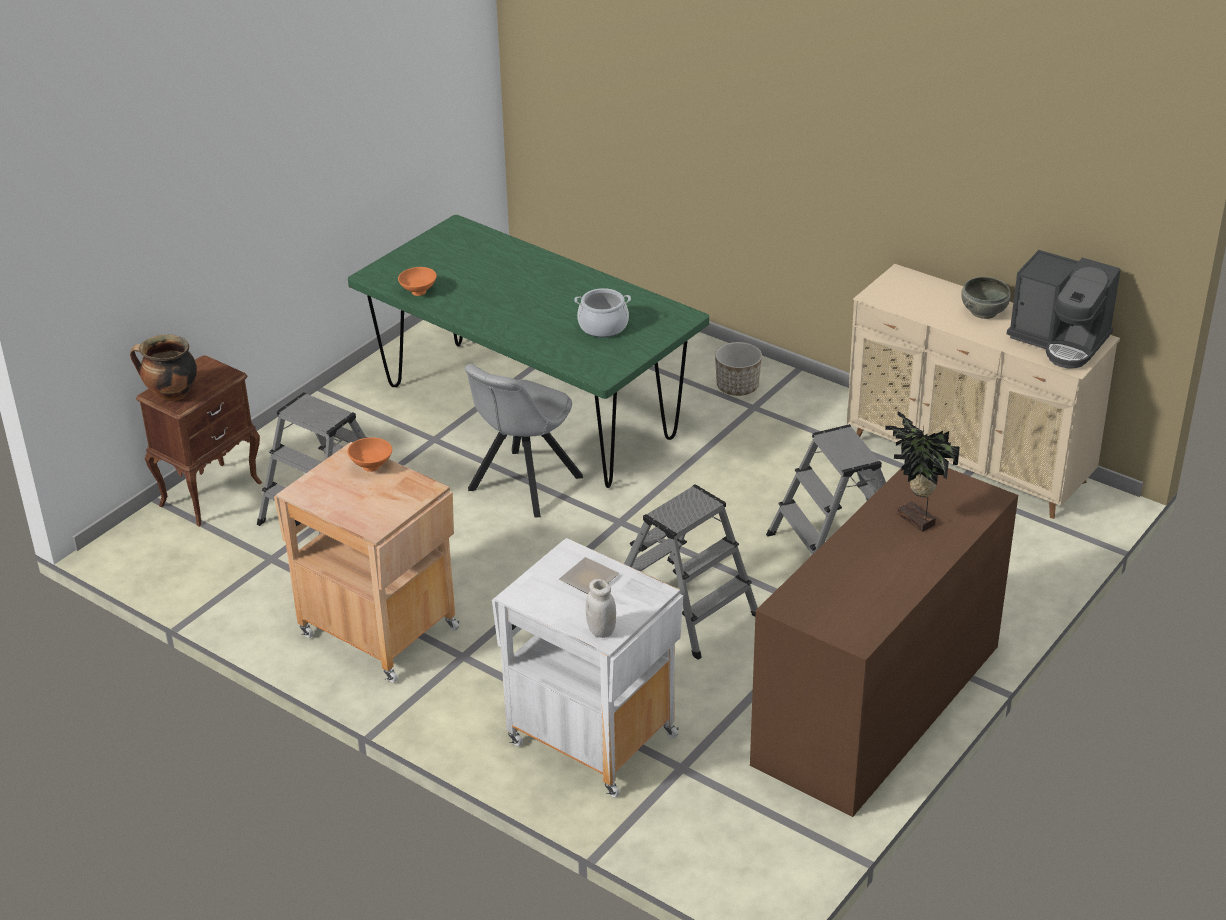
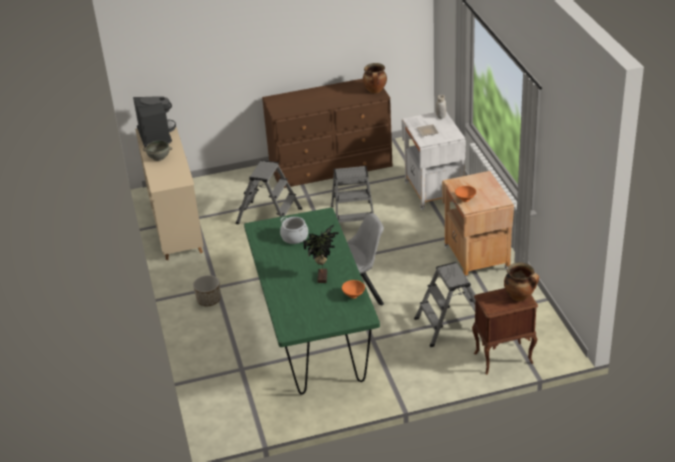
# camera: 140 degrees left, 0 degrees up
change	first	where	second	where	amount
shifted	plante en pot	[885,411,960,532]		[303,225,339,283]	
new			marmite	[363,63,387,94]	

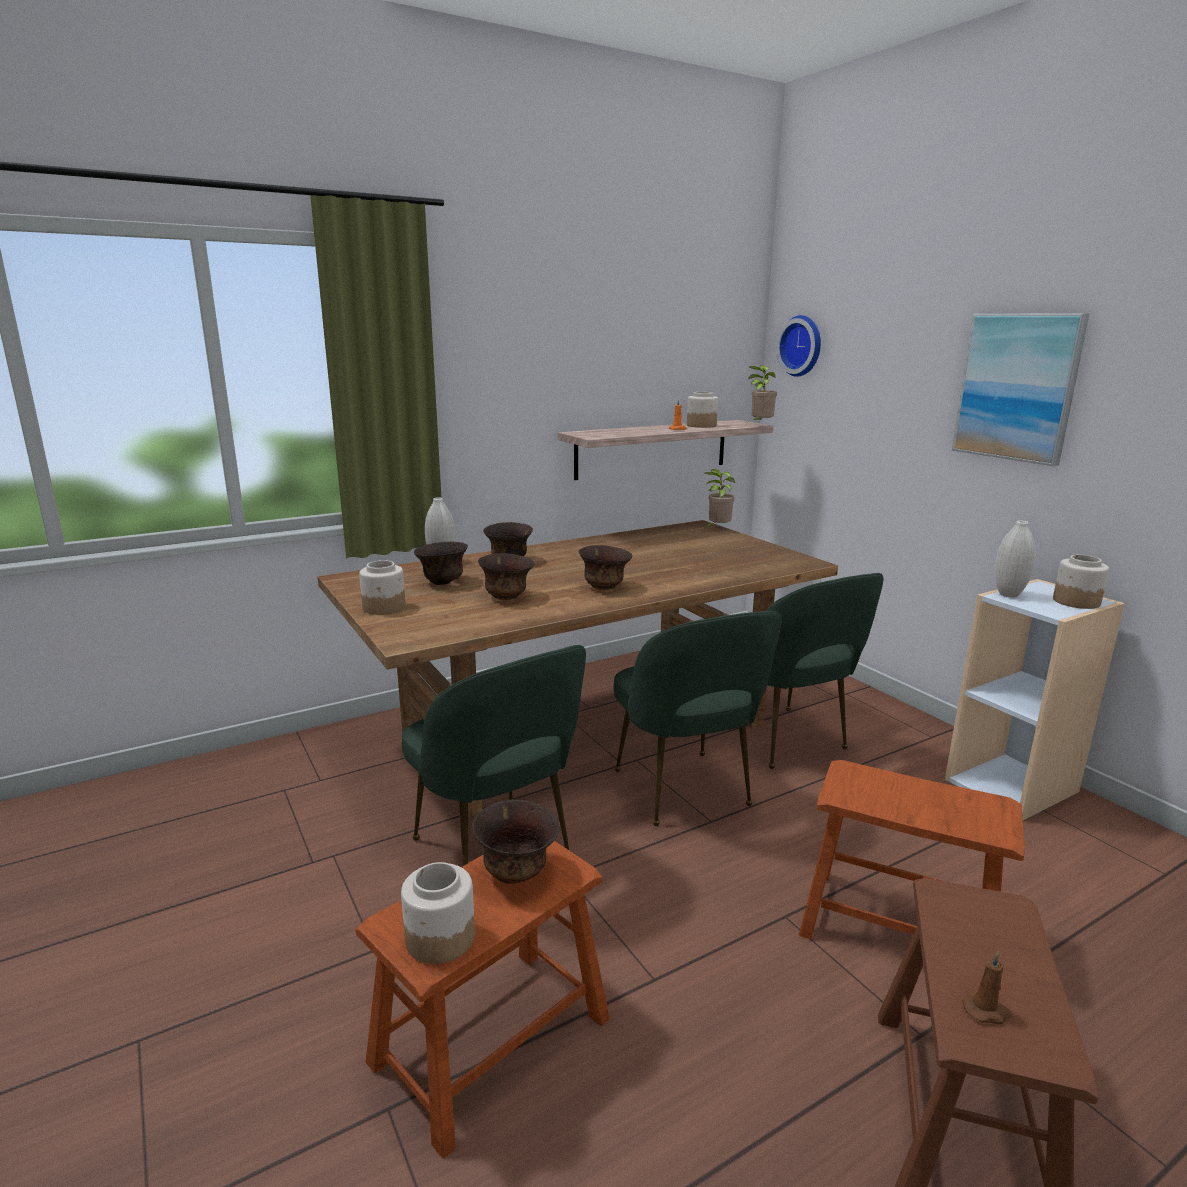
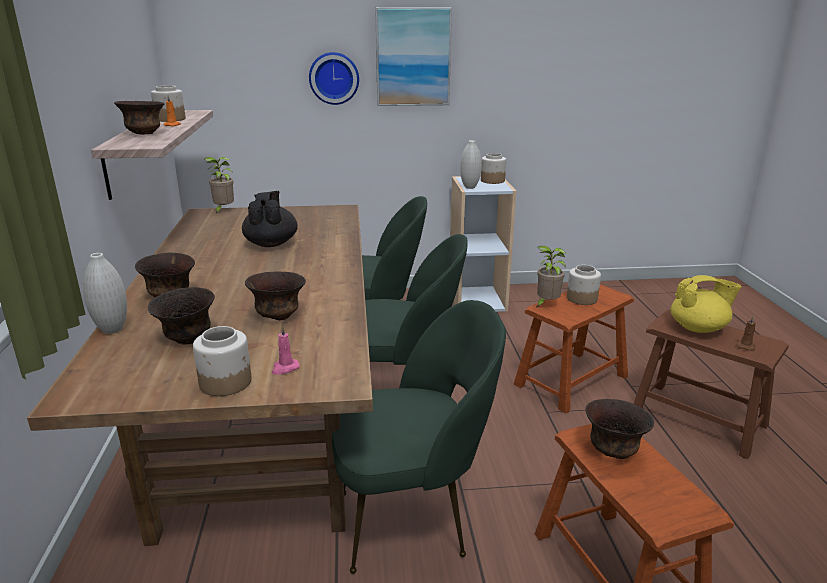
# camera: 65 degrees left, 5 degrees up
change	first	where	second	where	amount
shifted	bol [marron]	[579,545,632,590]		[114,101,165,135]	
new			théière [noir]	[242,191,298,247]	
new			bougie [rose]	[272,326,300,375]	
shifted	horloge murale	[776,315,821,377]		[309,52,359,105]	
shifted	plante en pot	[748,365,777,421]		[536,246,566,308]	
shifted	bocal	[401,862,475,964]		[567,265,601,305]	
new			théière [jaune]	[671,275,741,333]	

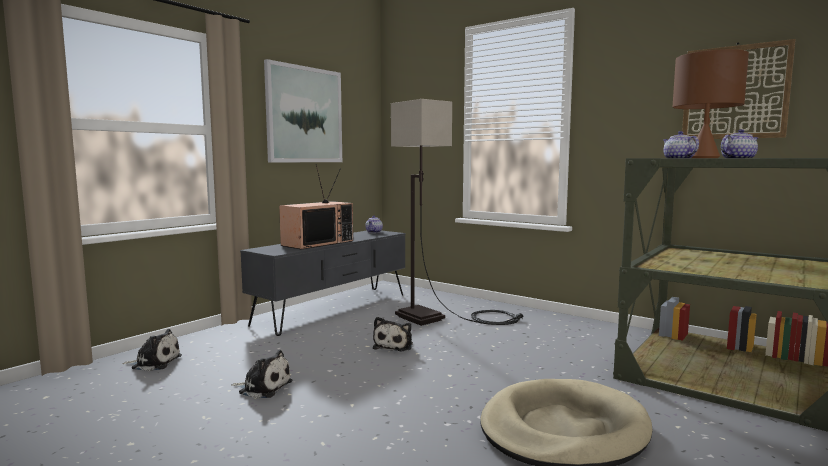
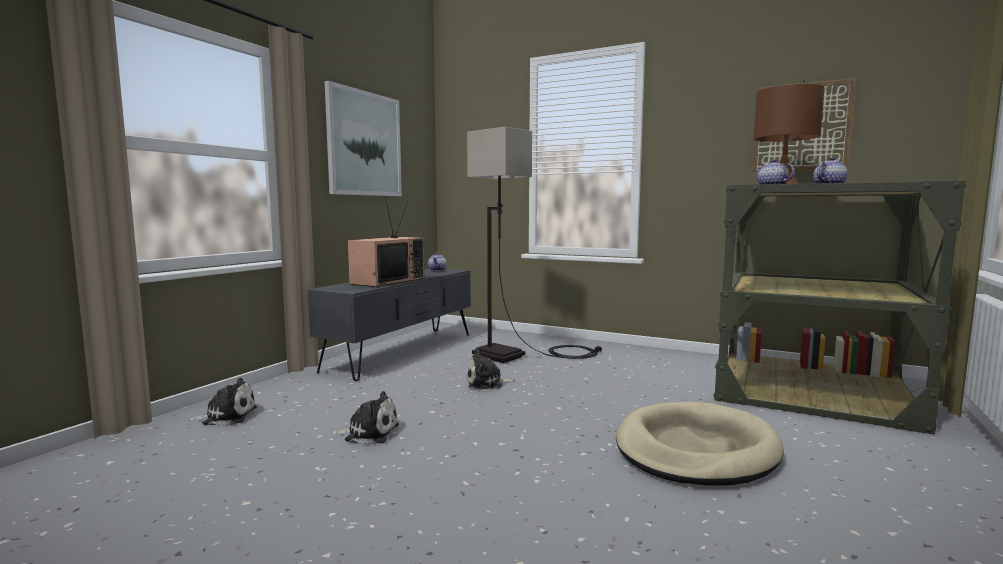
# camera: 10 degrees left, 0 degrees up
change	first	where	second	where	amount
rotated	peluche	[373,317,413,352]		[467,348,515,389]	75 degrees clockwise

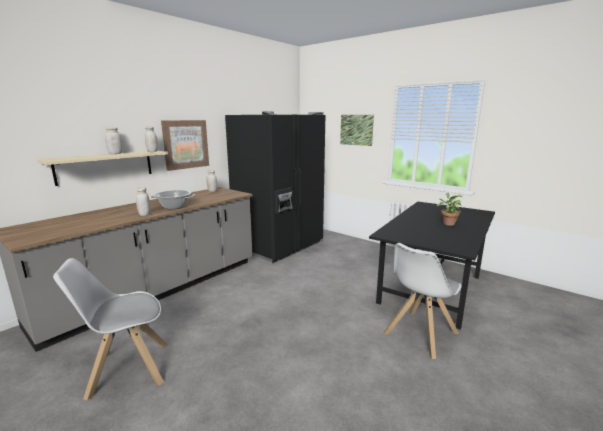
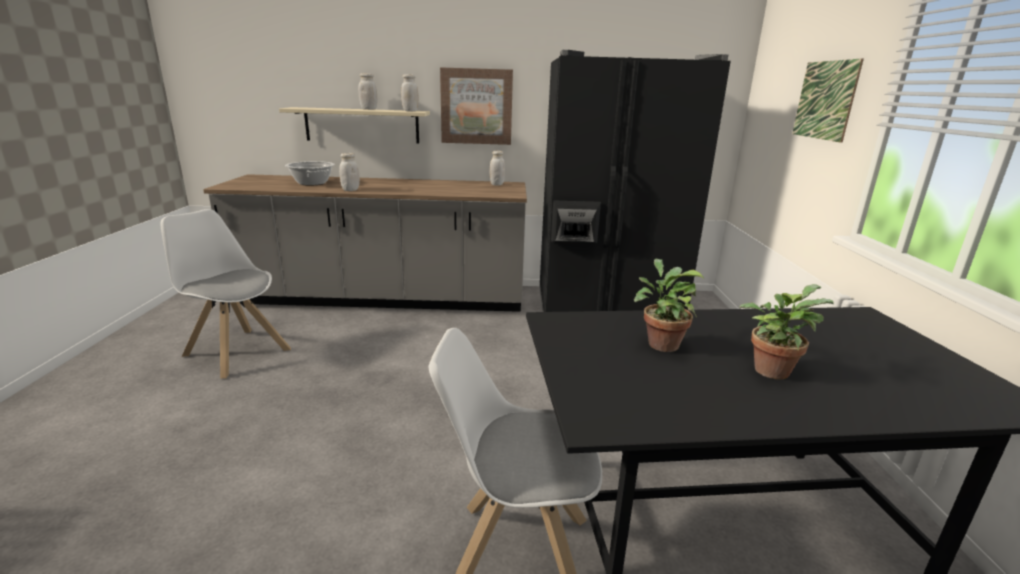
# camera: 50 degrees right, 5 degrees up
change	first	where	second	where	amount
shifted	marmite	[151,190,195,209]		[285,161,335,186]	
new			plante en pot	[634,259,704,352]	

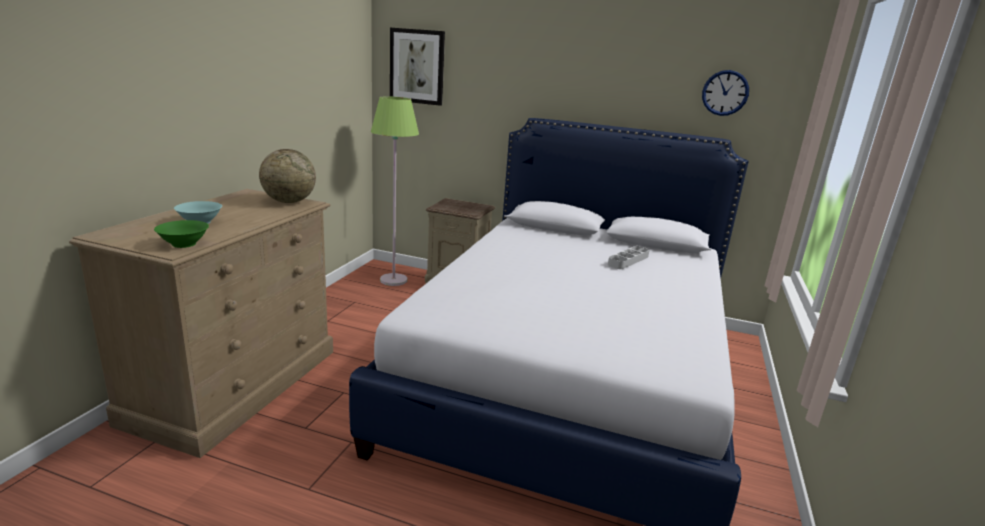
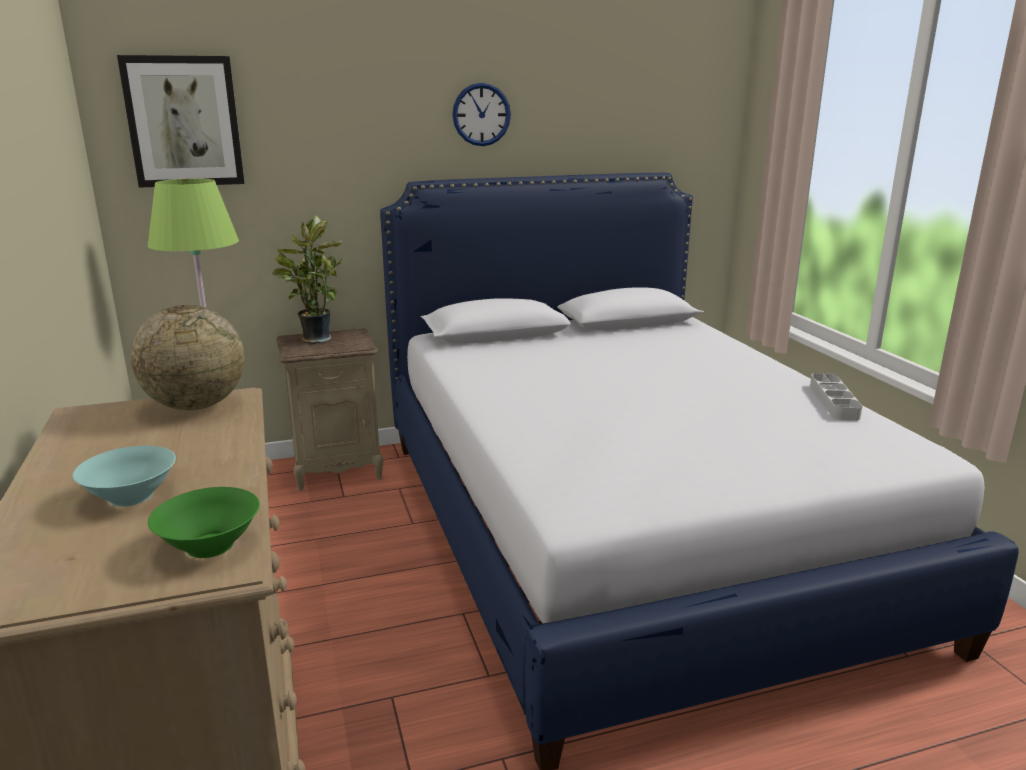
# camera: 35 degrees left, 0 degrees up
change	first	where	second	where	amount
new			plante en pot	[272,216,344,344]	
shifted	horloge murale	[702,70,749,116]		[452,83,511,146]	
shifted	plateau [gris]	[608,246,649,269]		[810,373,863,421]	

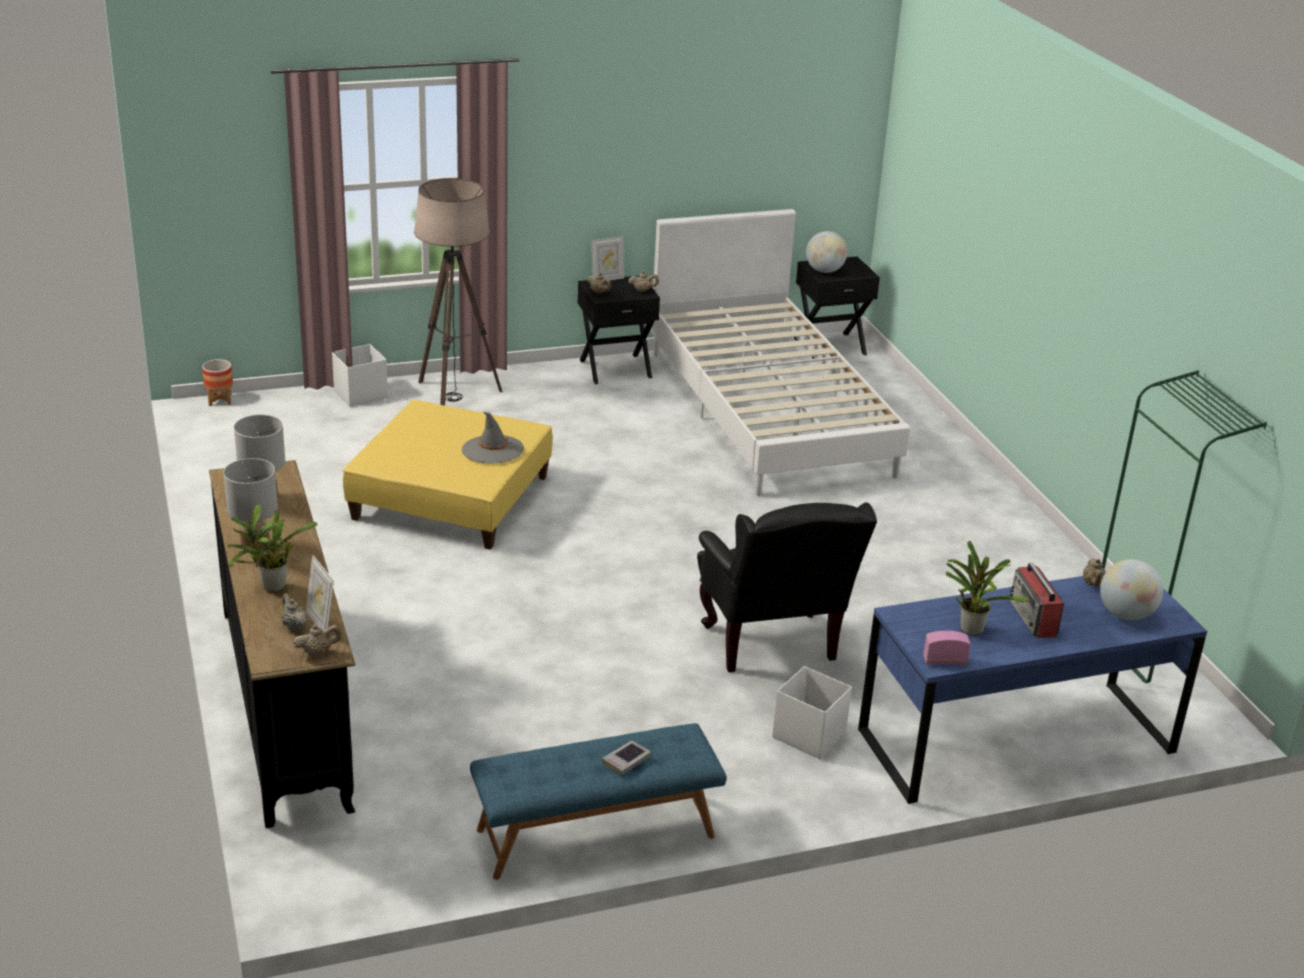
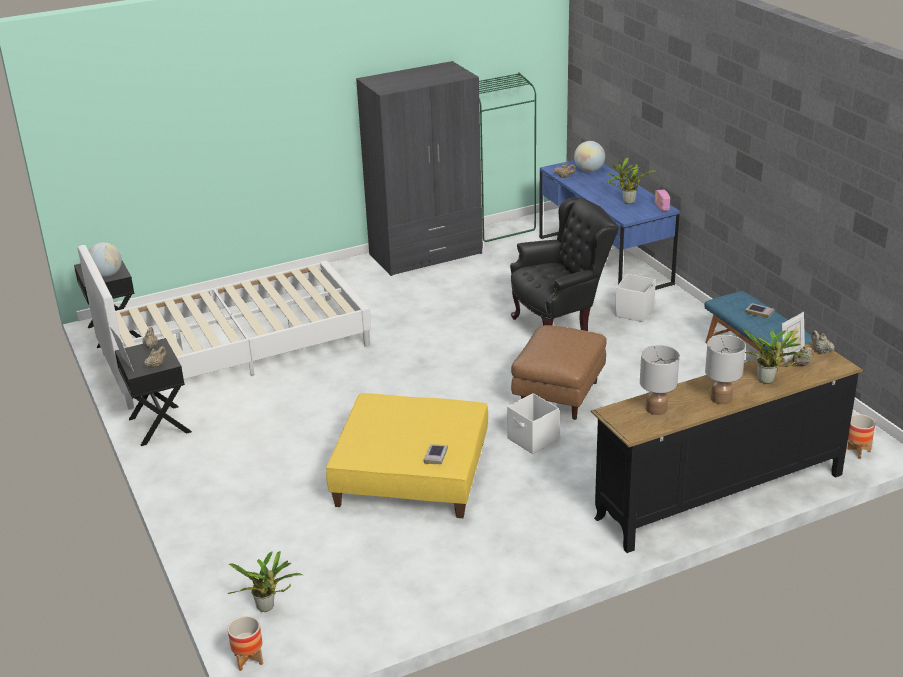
# camera: 95 degrees left, 0 degrees up
change	first	where	second	where	amount
new			plante en pot	[228,551,303,612]	
new			armoire [gris]	[356,61,483,276]	
new			livre	[424,444,448,464]	
shifted	boîte de rangement [blanc]	[332,344,388,407]		[507,393,559,454]	
new			pouf [marron]	[511,325,607,420]	
new			cache-pot	[846,414,875,459]	
gone	lampadaire	[414,178,502,406]			
gone	chapeau [gris]	[462,412,524,464]			
gone	radio	[1010,563,1064,638]			

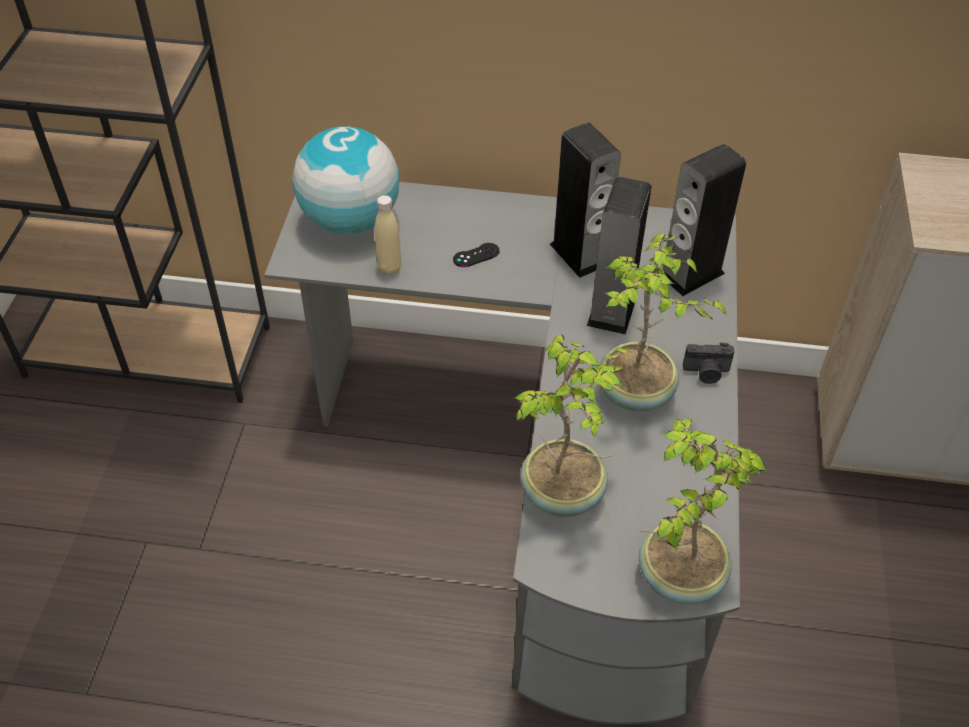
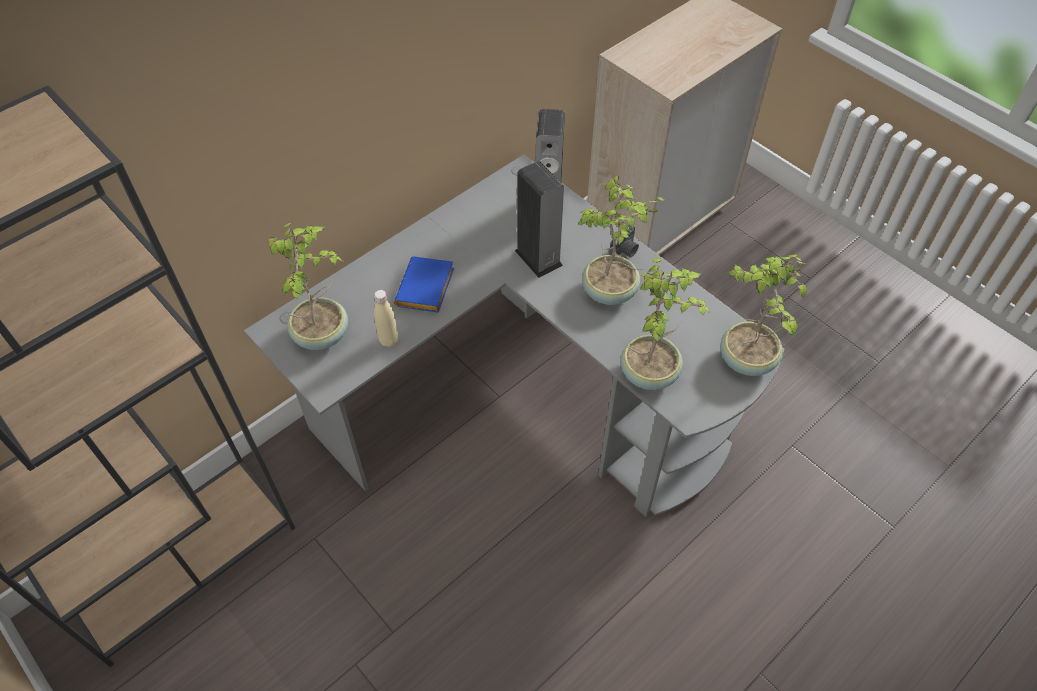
# camera: 50 degrees left, 5 degrees up
change	first	where	second	where	amount
swapped	globe	[292,126,399,234]	plante en pot	[268,222,348,350]	
swapped	manette [noir]	[453,243,500,267]	livre [bleu]	[394,256,454,313]	
gone	enceinte	[550,122,621,278]			

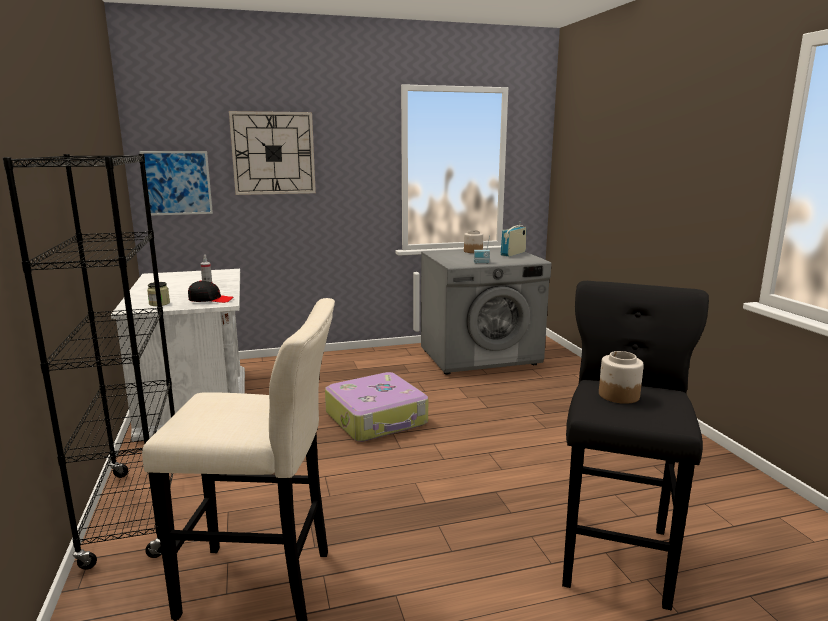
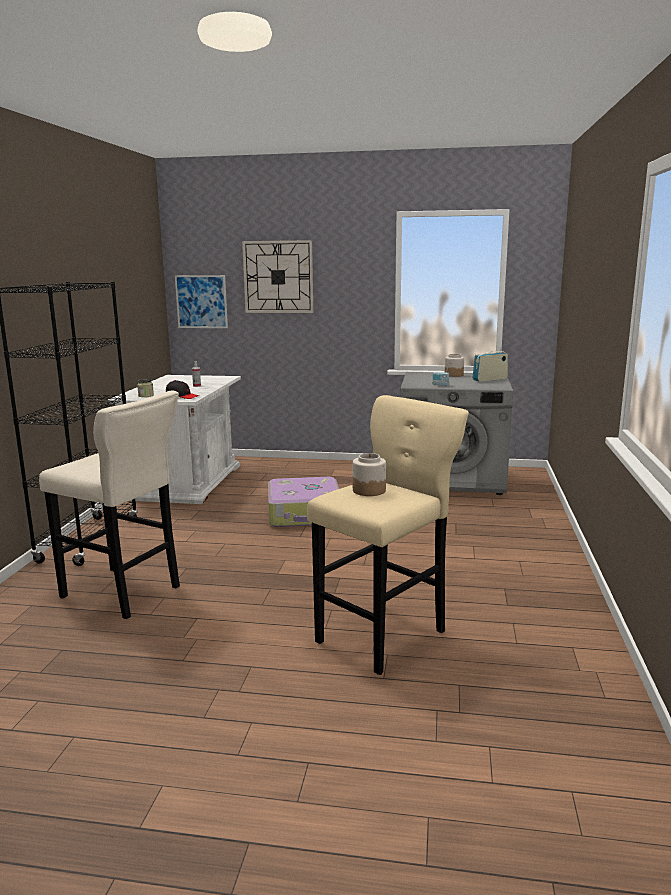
# camera: 25 degrees right, 0 degrees up
change	first	where	second	where	amount
repainted	tabouret [noir]	[562,281,709,611]	tabouret [beige]	[307,395,469,675]	

